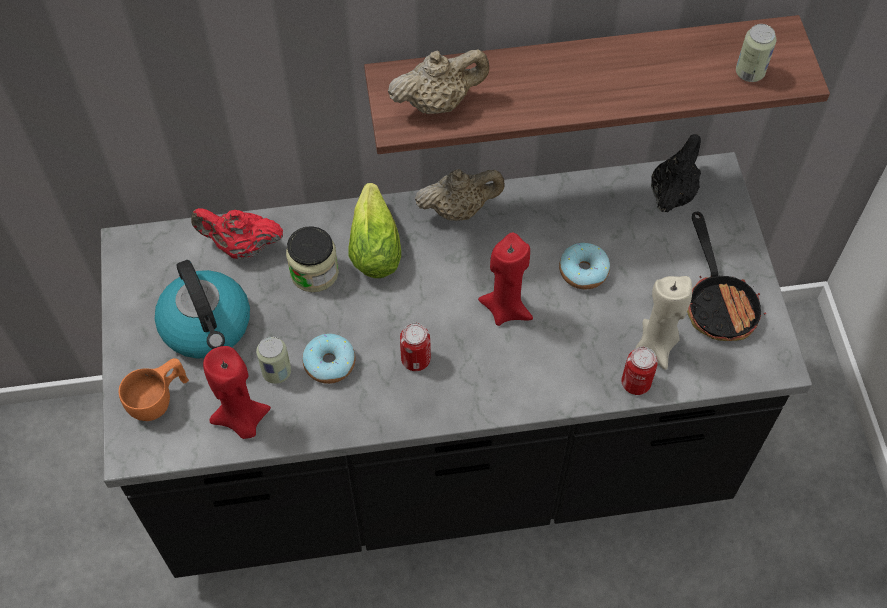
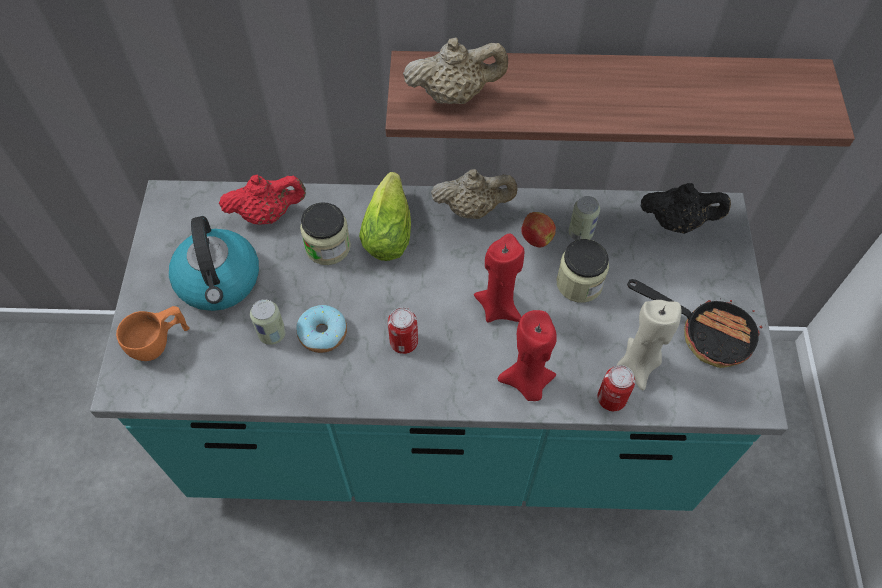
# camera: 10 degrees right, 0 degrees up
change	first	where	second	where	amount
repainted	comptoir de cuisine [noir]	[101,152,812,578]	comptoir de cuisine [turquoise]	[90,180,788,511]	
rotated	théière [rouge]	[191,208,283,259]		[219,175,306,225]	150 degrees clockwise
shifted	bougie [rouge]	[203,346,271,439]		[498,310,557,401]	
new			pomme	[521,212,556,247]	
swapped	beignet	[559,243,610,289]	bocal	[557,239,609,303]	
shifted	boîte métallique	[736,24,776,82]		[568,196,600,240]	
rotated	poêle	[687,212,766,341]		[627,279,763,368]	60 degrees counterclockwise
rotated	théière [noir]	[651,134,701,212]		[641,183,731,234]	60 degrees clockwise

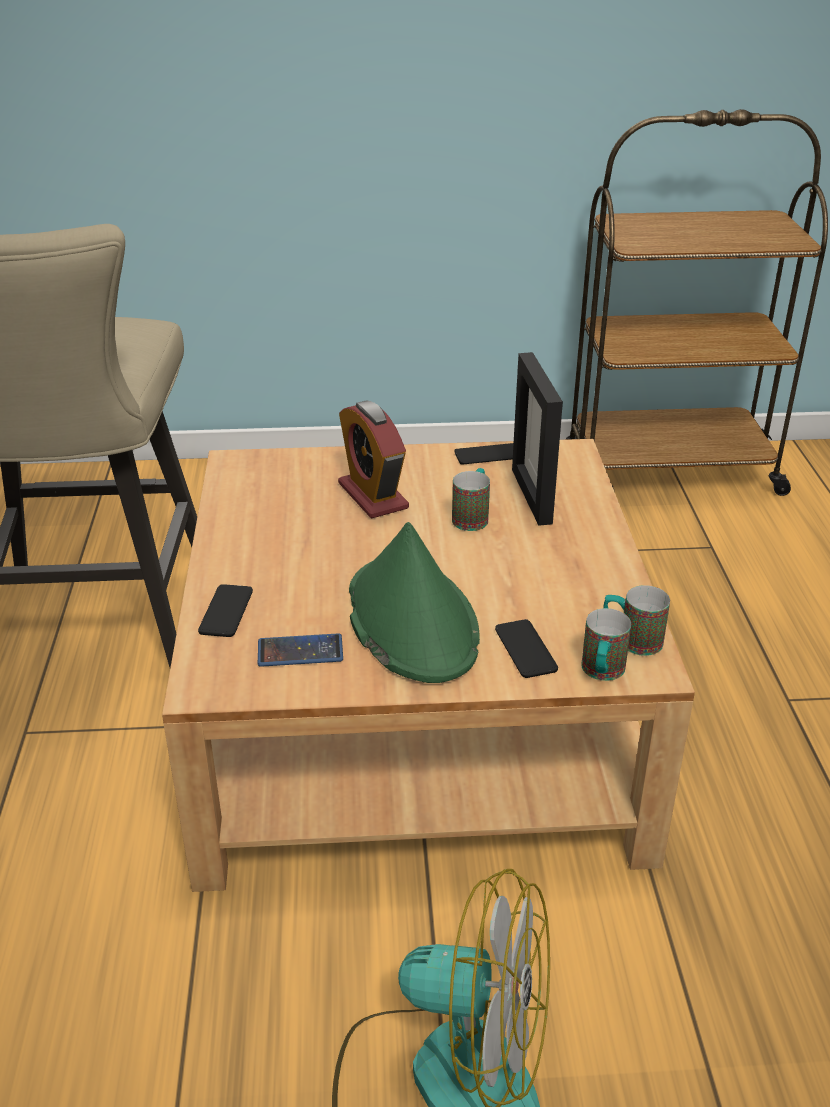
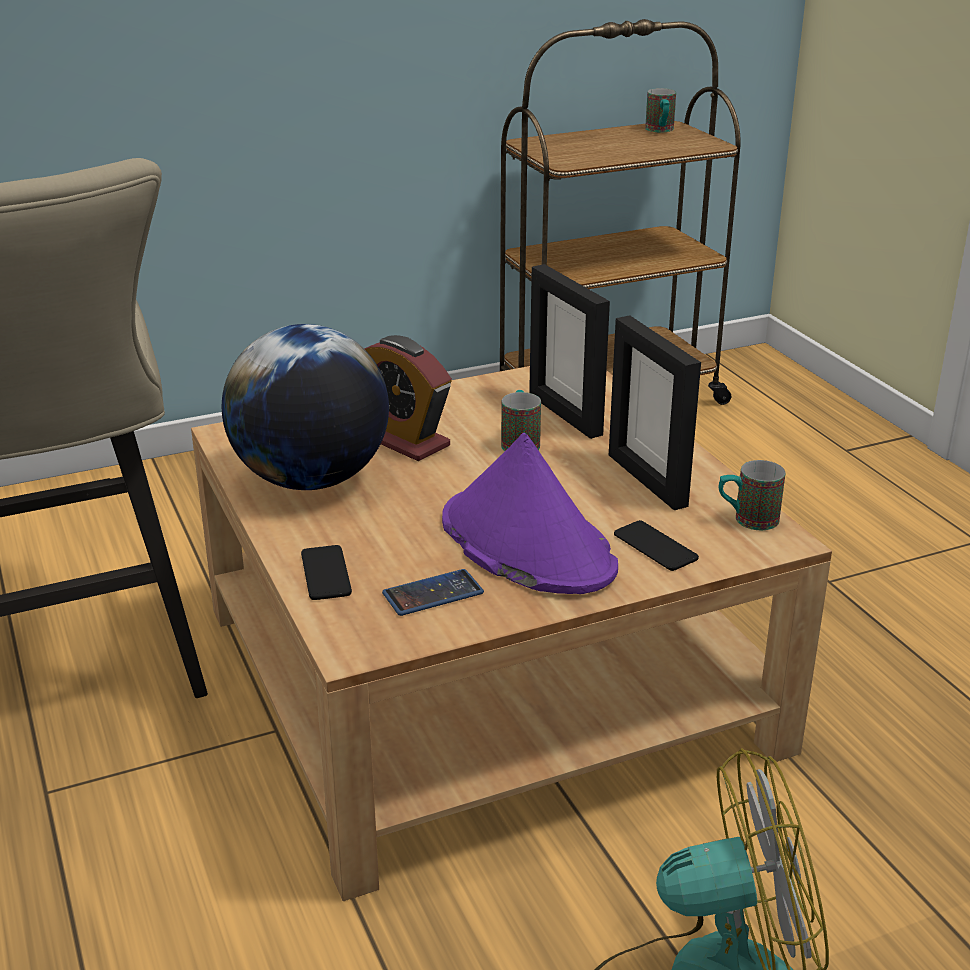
# camera: 20 degrees left, 5 degrees down
change	first	where	second	where	amount
new			globe	[222,324,389,490]	
repainted	chapeau [vert]	[349,522,480,683]	chapeau [violet]	[442,433,618,594]	
new			cadre photo	[609,316,701,510]	
shifted	mug	[581,608,631,681]		[645,88,676,132]	
gone	téléphone	[454,443,513,465]			

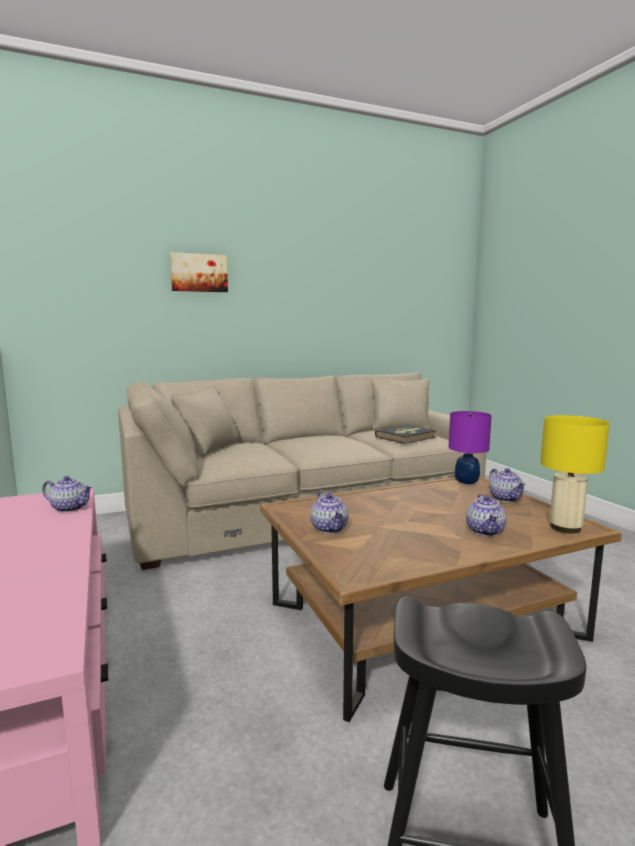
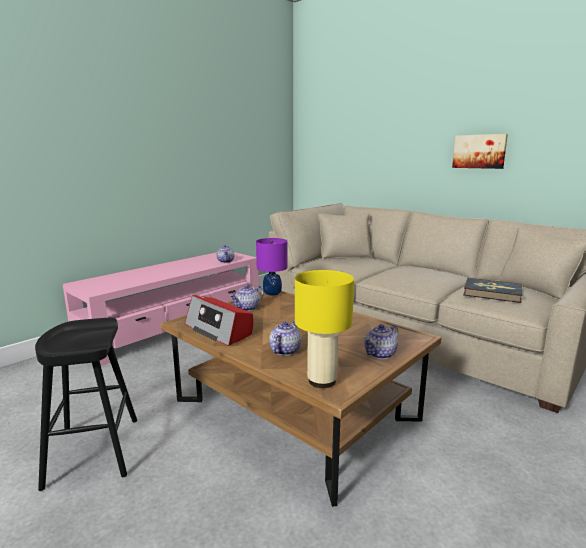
# camera: 65 degrees right, 5 degrees up
change	first	where	second	where	amount
new			radio	[185,295,253,346]	
shifted	lampe de table [violet]	[448,411,492,484]		[256,238,287,295]	
rotated	théière	[466,494,506,536]		[269,320,301,356]	135 degrees clockwise
shifted	tableau	[170,252,228,292]		[452,134,508,169]	

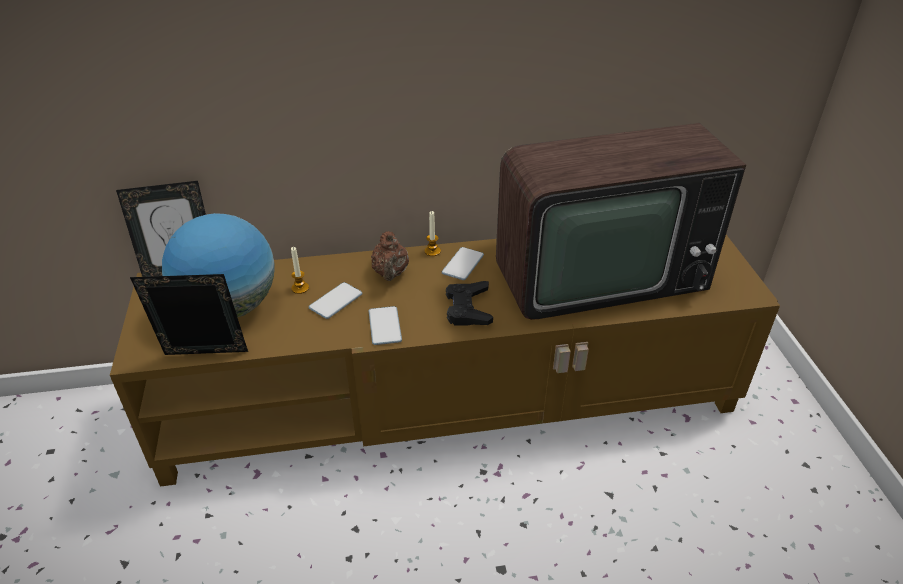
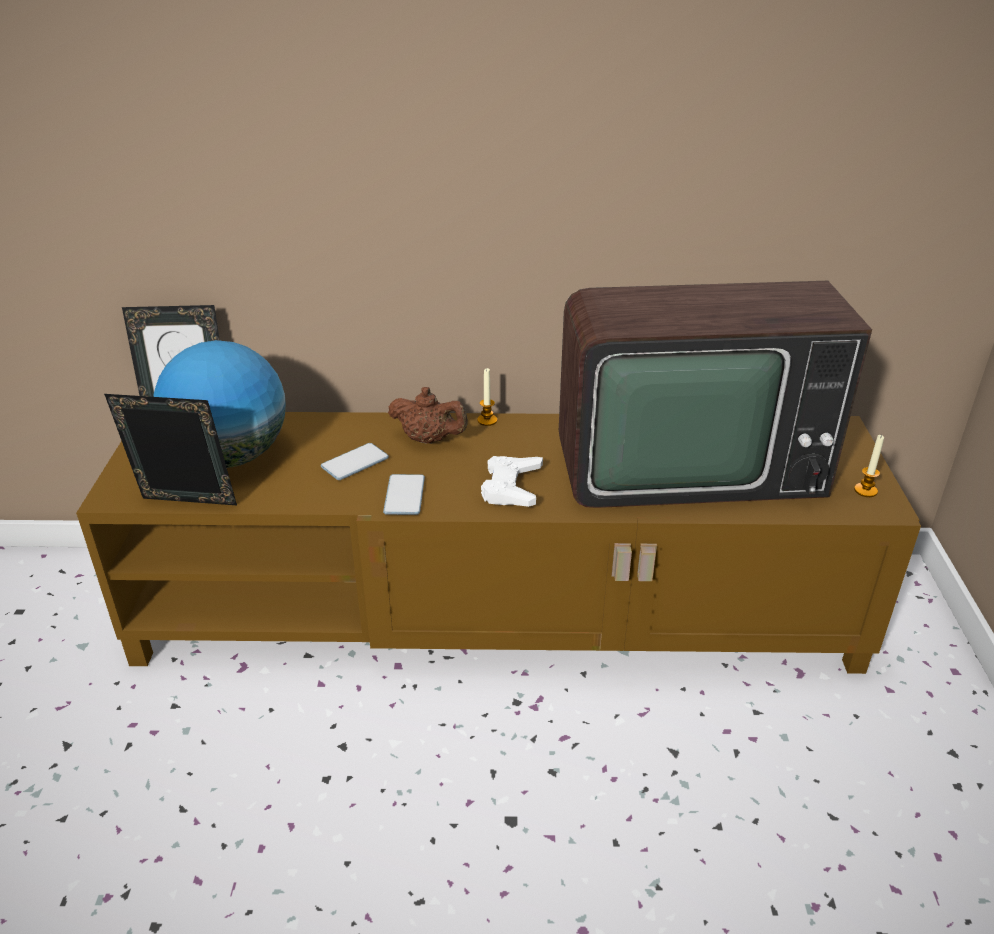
# camera: 10 degrees right, 5 degrees down
change	first	where	second	where	amount
rotated	théière [marron]	[371,231,409,281]		[388,387,468,444]	75 degrees counterclockwise
repainted	manette [noir]	[446,281,493,326]	manette [blanc]	[481,456,543,507]	
shifted	bougie	[291,247,309,294]		[854,435,884,497]	
gone	téléphone	[442,247,484,280]			

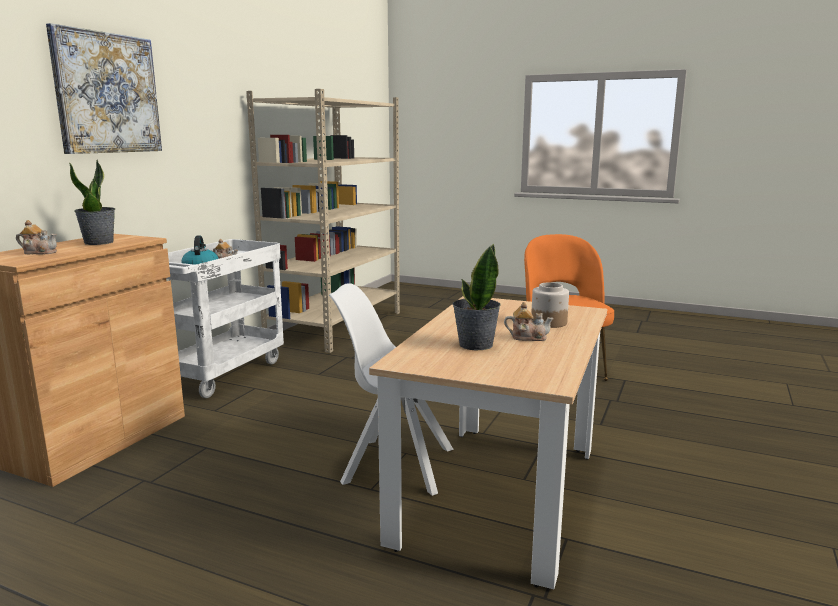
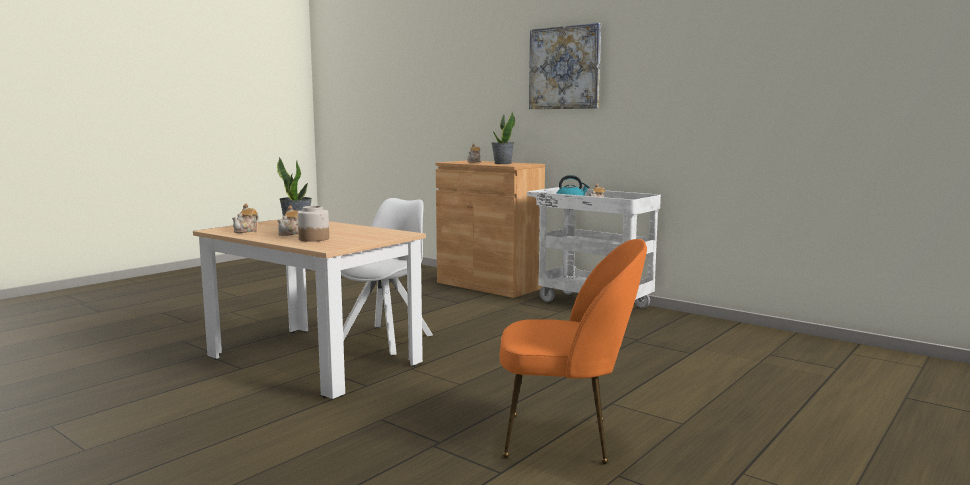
# camera: 105 degrees right, 5 degrees down
change	first	where	second	where	amount
new			théière	[232,204,259,233]	
gone	bibliothèque [beige]	[246,89,400,353]			

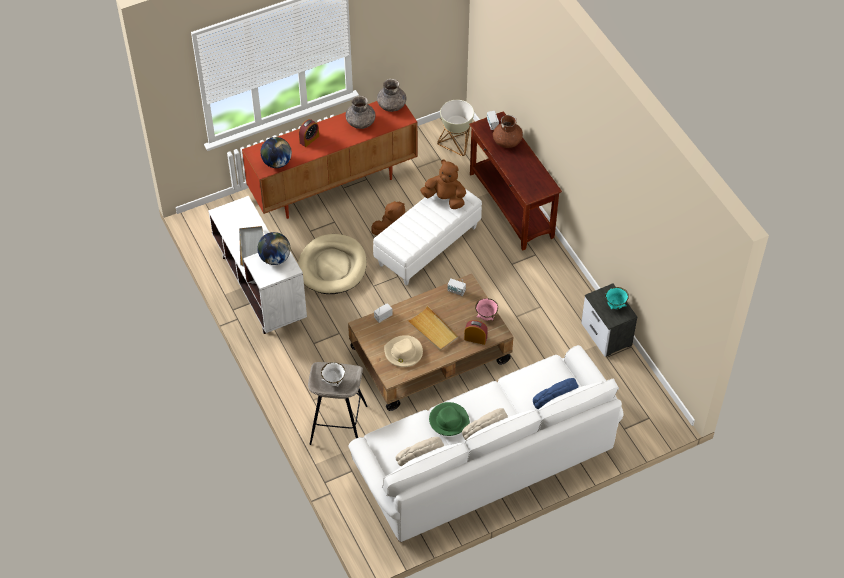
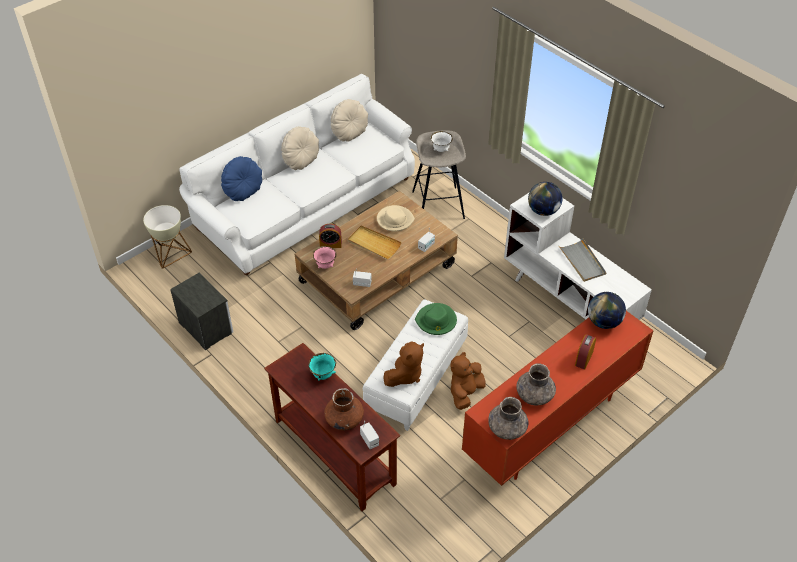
# camera: 165 degrees right, 5 degrees down
change	first	where	second	where	amount
shifted	cache-pot	[437,100,474,156]		[143,205,192,269]	
shifted	bol [turquoise]	[605,287,629,309]		[309,353,336,381]	
rotated	peluche [marron]	[420,160,466,209]		[383,341,424,387]	60 degrees counterclockwise
shifted	chapeau [vert]	[429,402,470,436]		[415,303,457,335]	
gone	panier pour chien [beige]	[298,234,367,294]			

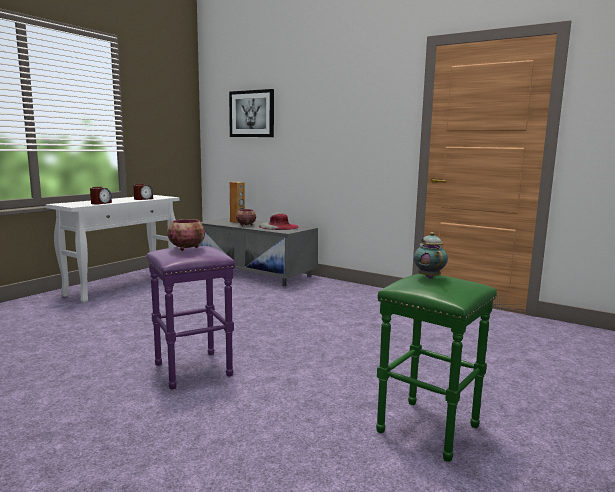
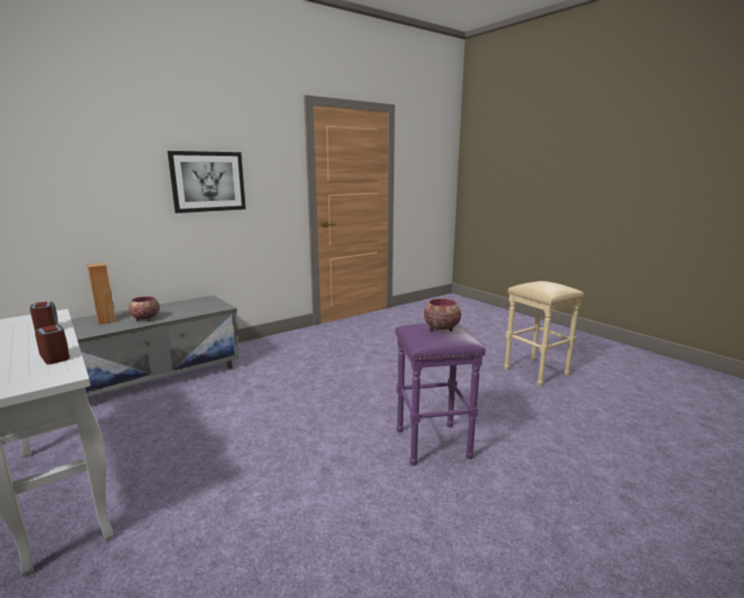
# camera: 70 degrees left, 5 degrees up
change	first	where	second	where	amount
shifted	tableau	[229,89,274,137]		[167,151,246,213]	
repainted	tabouret [vert]	[376,274,497,462]	tabouret [beige]	[504,281,584,386]	
gone	chapeau [gris]	[259,212,298,230]			
gone	théière	[414,232,448,279]			

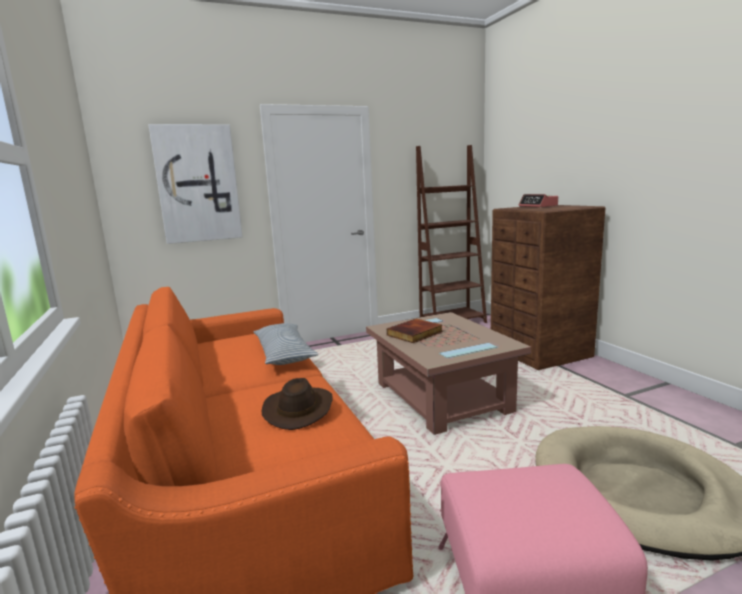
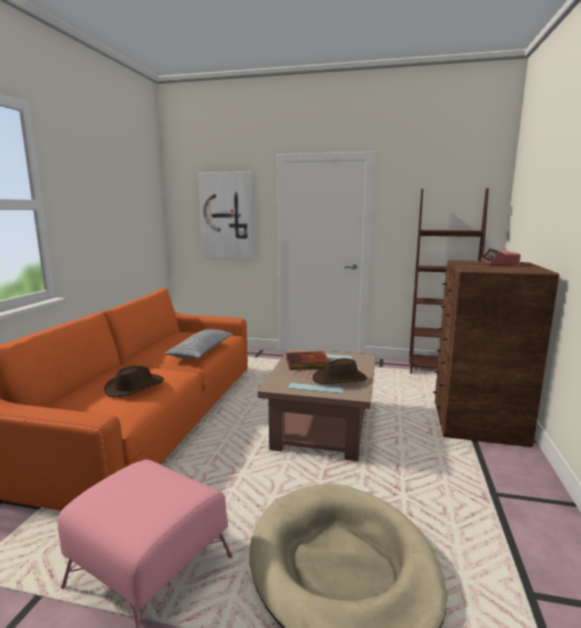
# camera: 35 degrees right, 0 degrees up
change	first	where	second	where	amount
new			chapeau [marron]	[313,358,367,384]	

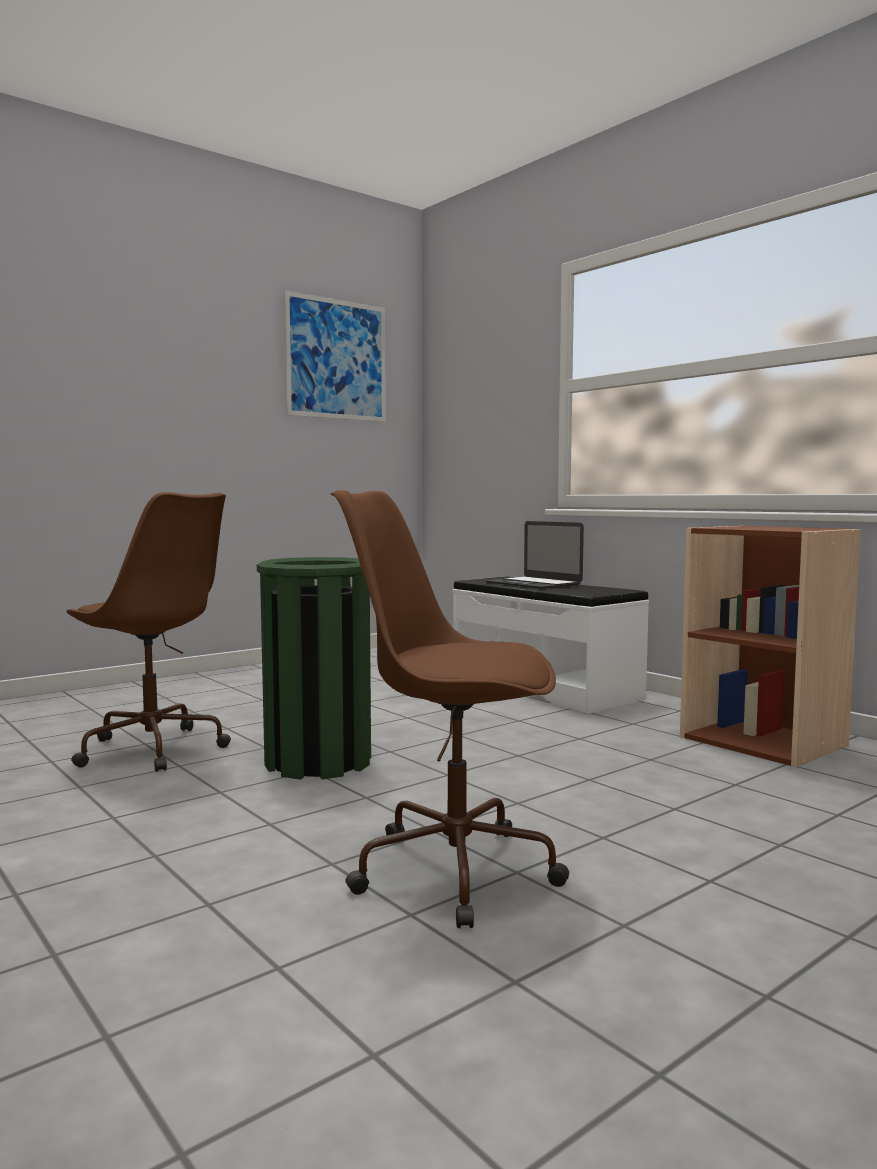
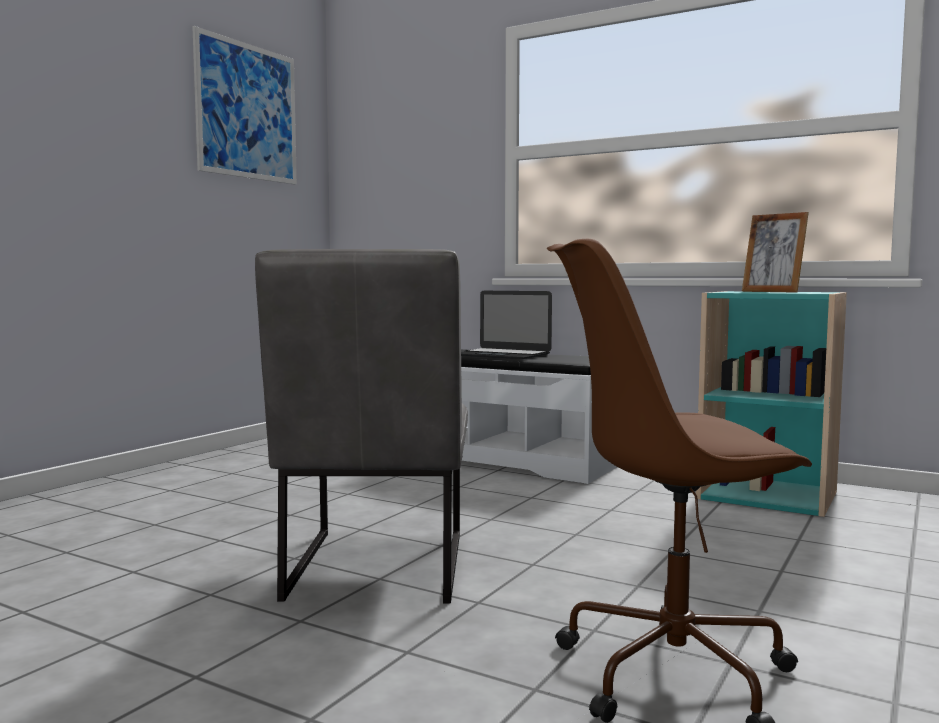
# camera: 20 degrees left, 0 degrees up
change	first	where	second	where	amount
swapped	poubelle [vert]	[257,557,371,780]	chaise [gris]	[255,249,468,604]	
repainted	bibliothèque [marron]	[680,526,860,767]	bibliothèque [turquoise]	[696,291,847,517]	
new			cadre photo	[742,212,809,293]	
gone	chaise de bureau [marron]	[66,492,231,772]			

